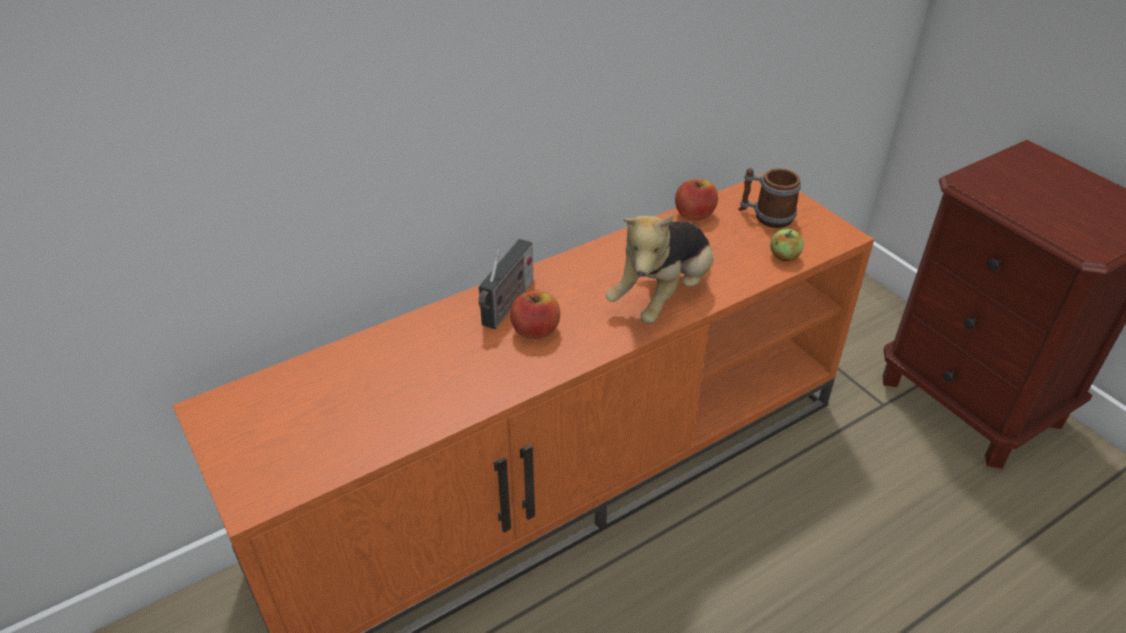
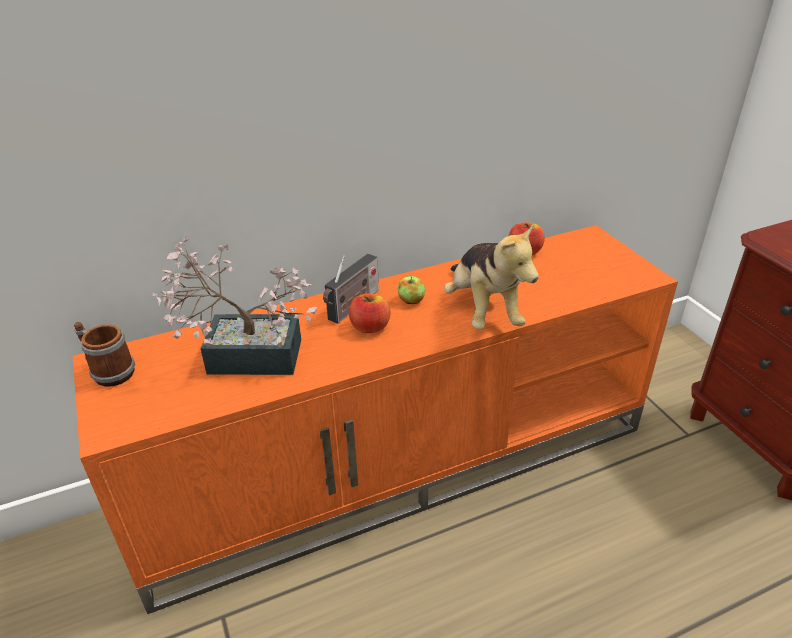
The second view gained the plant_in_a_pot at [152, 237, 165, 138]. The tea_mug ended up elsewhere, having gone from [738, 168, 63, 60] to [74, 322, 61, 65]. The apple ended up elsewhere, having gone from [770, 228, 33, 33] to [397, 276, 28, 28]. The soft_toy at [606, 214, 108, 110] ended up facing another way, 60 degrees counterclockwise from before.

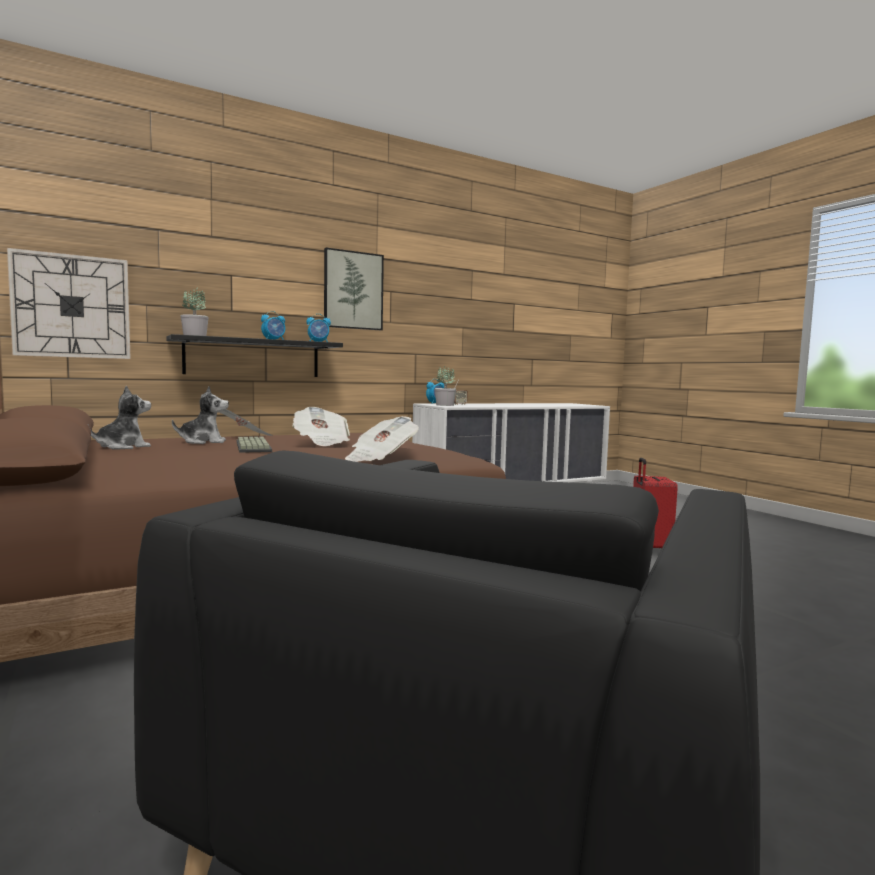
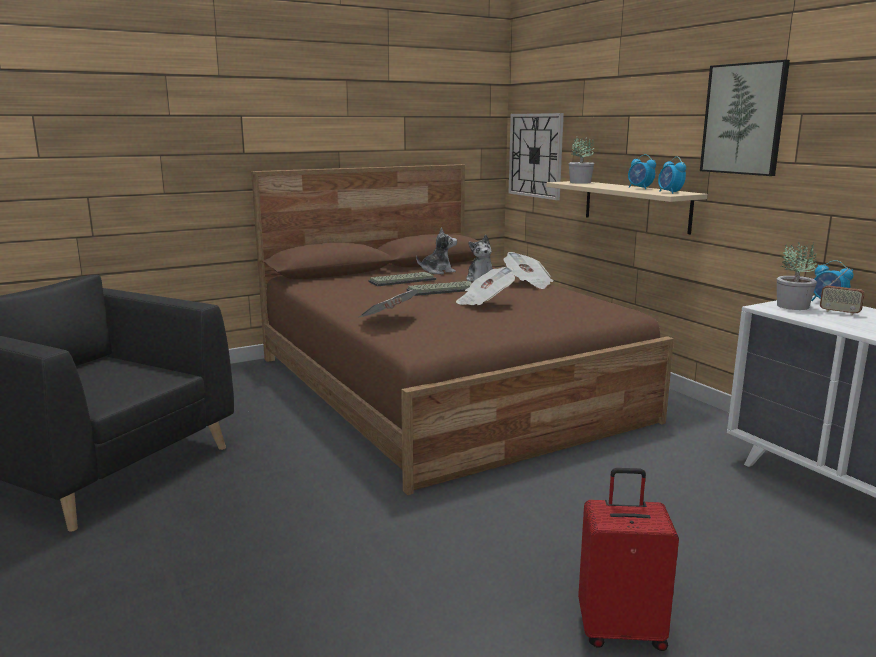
The second view gained the PC_keyboard at [368, 272, 68, 14]. What was the blackish_bracket_shelf at [166, 334, 177, 43] turned into the beige_bracket_shelf at [546, 181, 162, 53]. The soft_toy at [88, 386, 63, 64] ended up facing another way, 60 degrees counterclockwise from before.

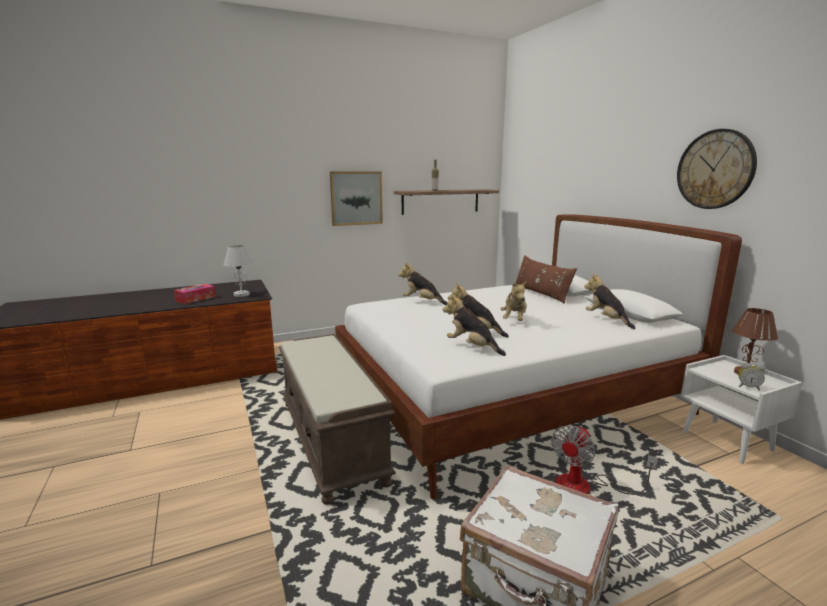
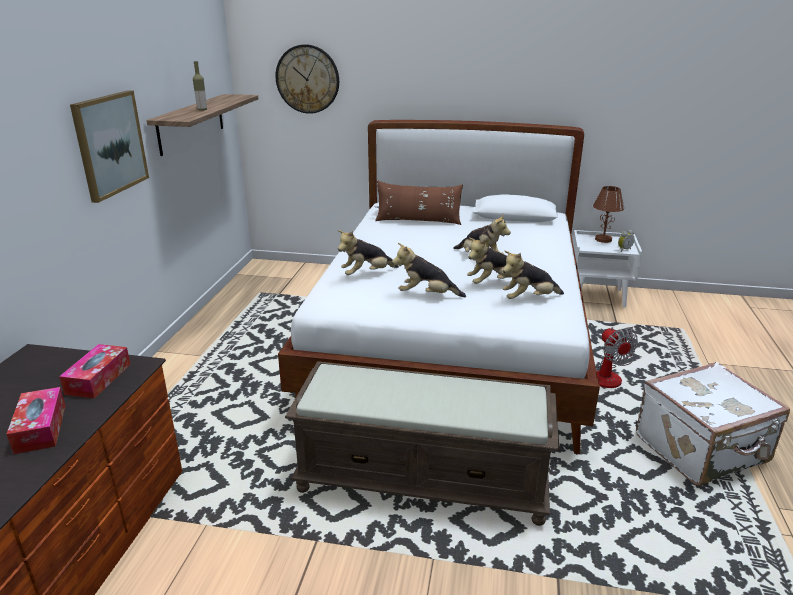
The soft_toy ended up elsewhere, having gone from [584, 273, 51, 56] to [392, 243, 74, 54]. The clock_on_the_wall ended up elsewhere, having gone from [677, 129, 80, 80] to [275, 44, 64, 70]. Where the whitish_tabletop_lamp stood at [224, 245, 29, 52], the box_of_tissues came to stand at [59, 344, 72, 55].

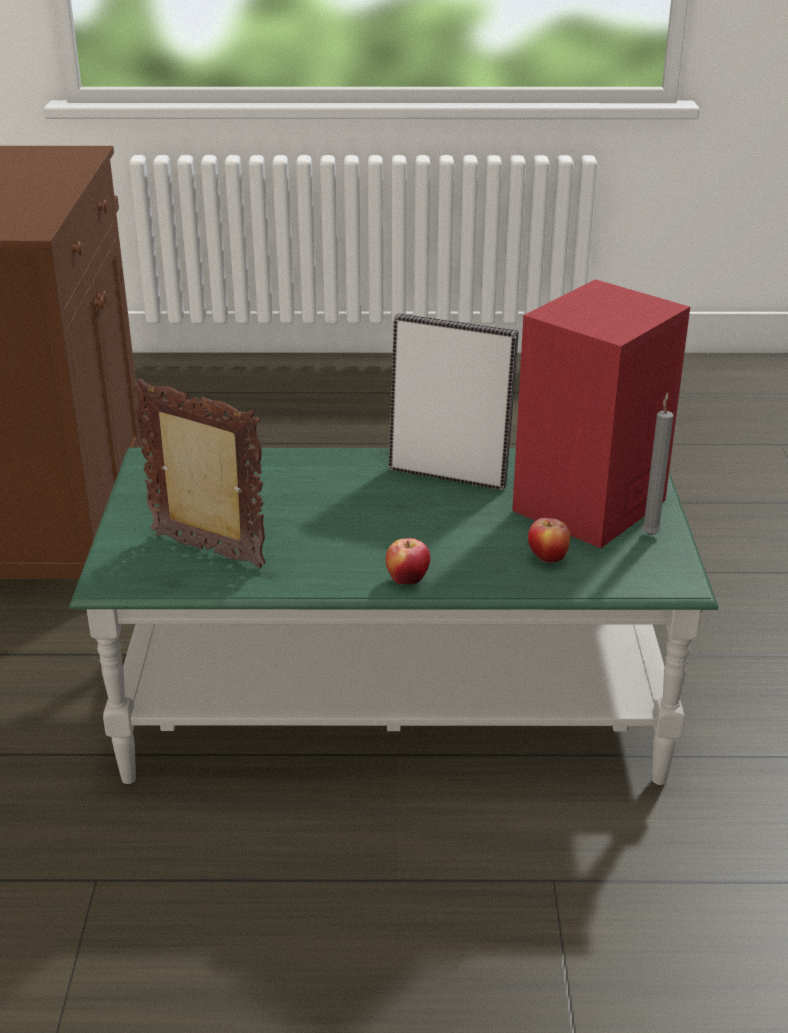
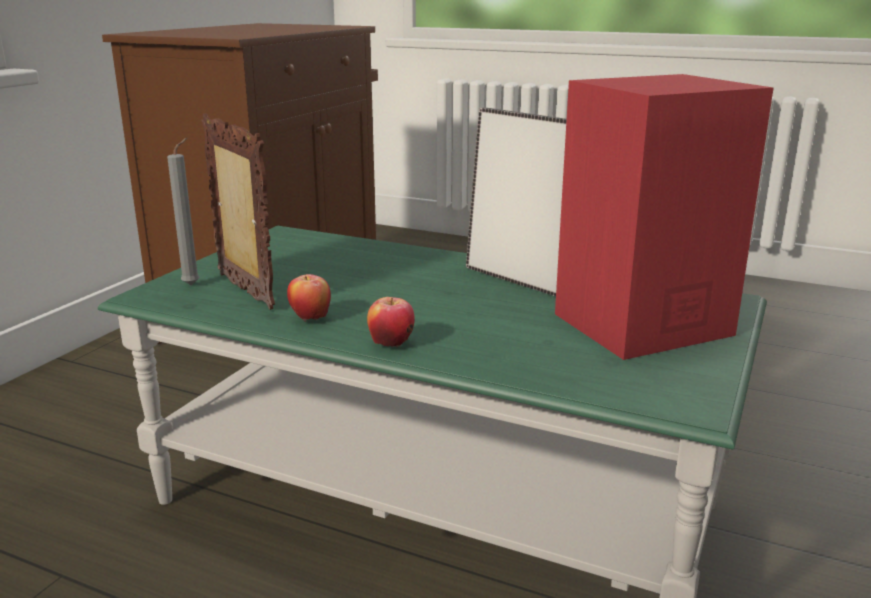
The apple ended up elsewhere, having gone from [528, 518, 42, 46] to [287, 274, 44, 48]. The grey_wax_candle ended up elsewhere, having gone from [642, 392, 32, 144] to [167, 138, 33, 147].

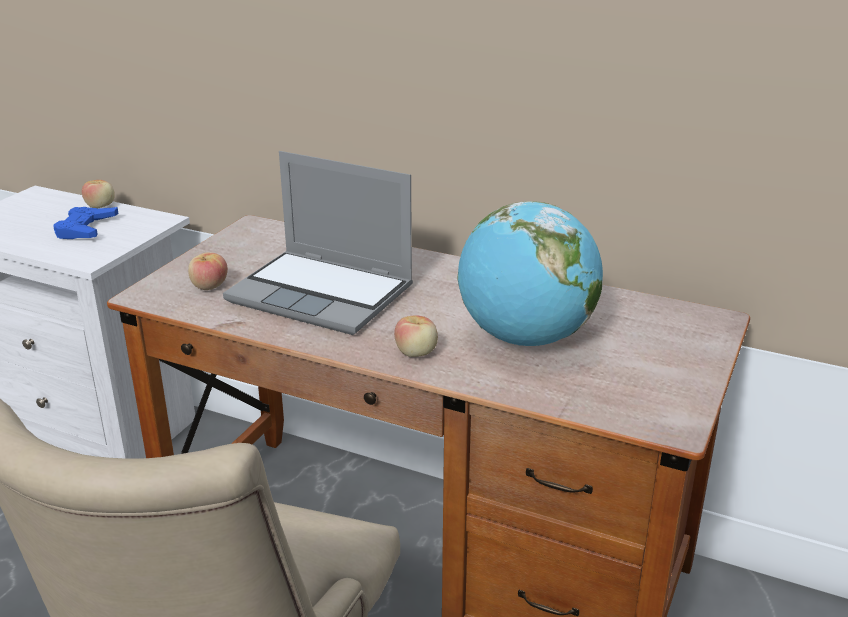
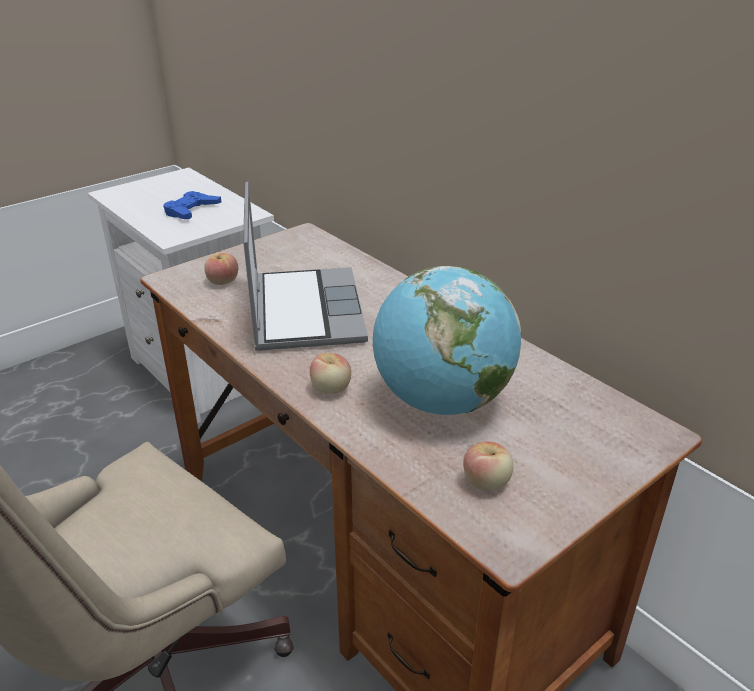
The apple ended up elsewhere, having gone from [82, 180, 33, 28] to [463, 441, 50, 50]. The notebook_computer at [223, 151, 190, 184] ended up facing another way, 150 degrees counterclockwise from before.

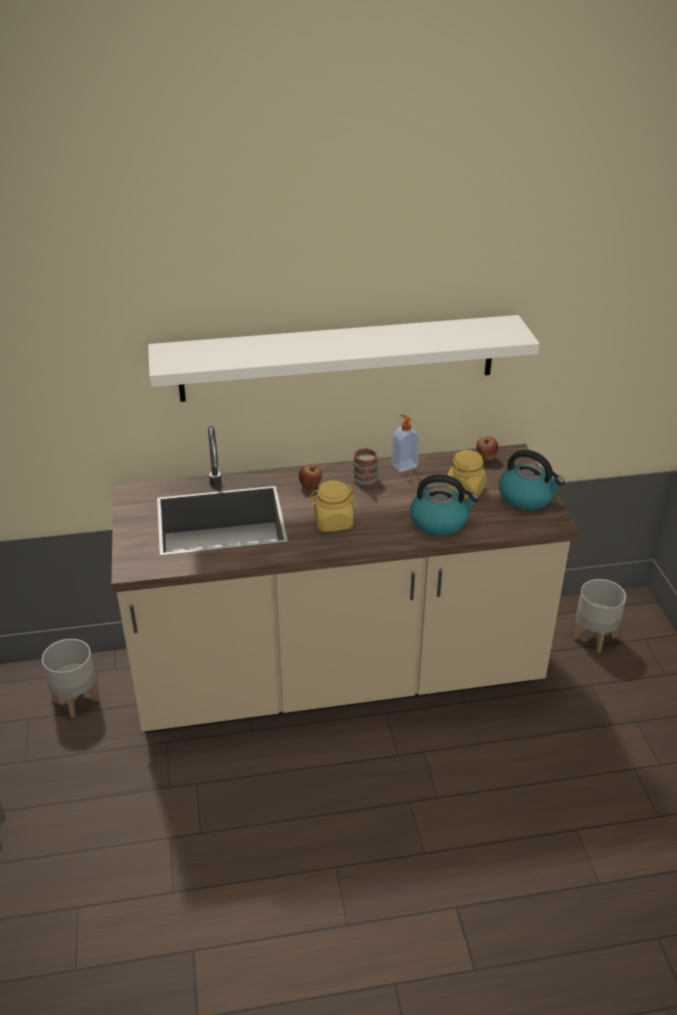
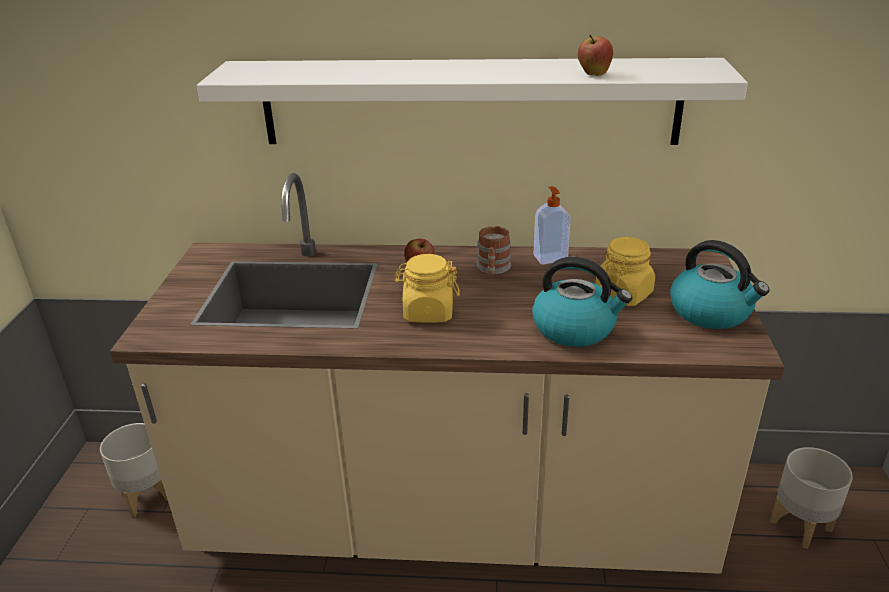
The apple ended up elsewhere, having gone from [476, 436, 23, 24] to [578, 35, 35, 41].

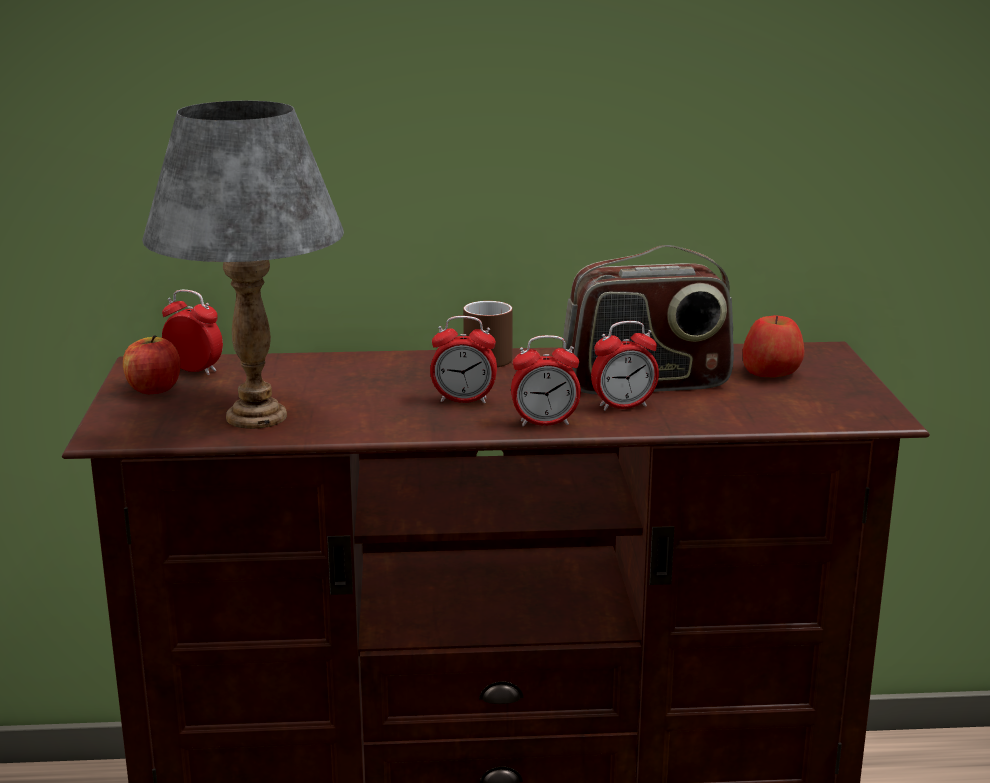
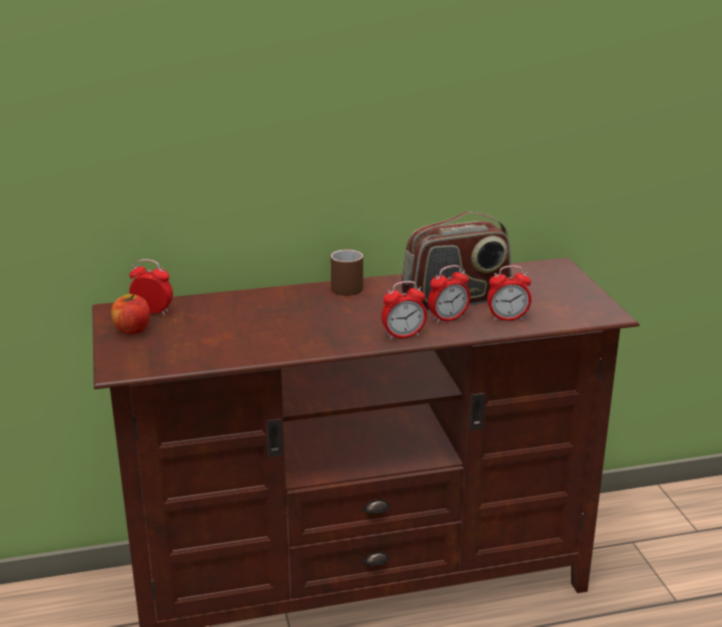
The second view lost the grey_tabletop_lamp at [142, 101, 202, 328]. The second view lost the apple at [743, 315, 62, 63]. The bedside_clock ended up elsewhere, having gone from [430, 316, 67, 87] to [487, 265, 44, 56].

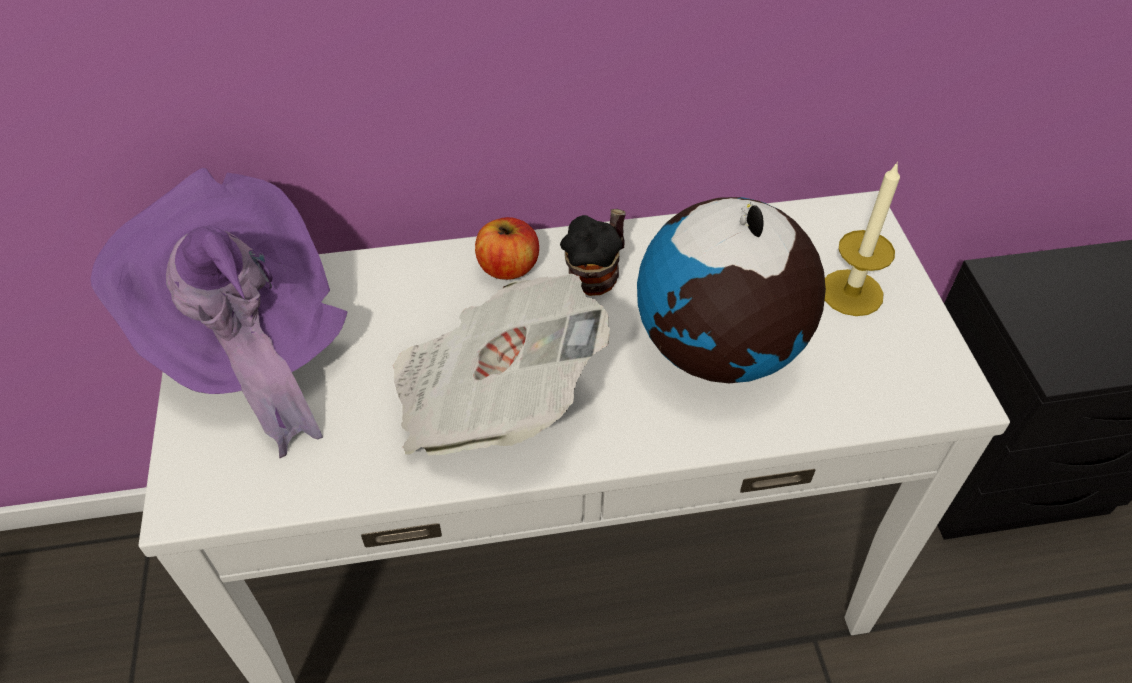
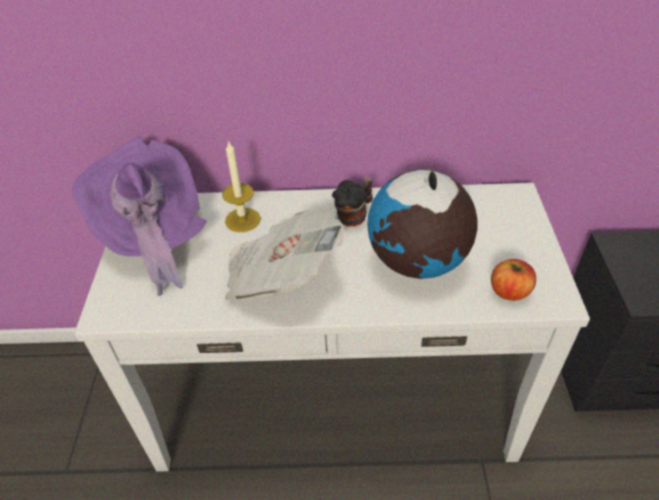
The apple ended up elsewhere, having gone from [475, 217, 64, 63] to [491, 259, 45, 42]. The wax_candle ended up elsewhere, having gone from [824, 161, 76, 155] to [222, 140, 39, 92].

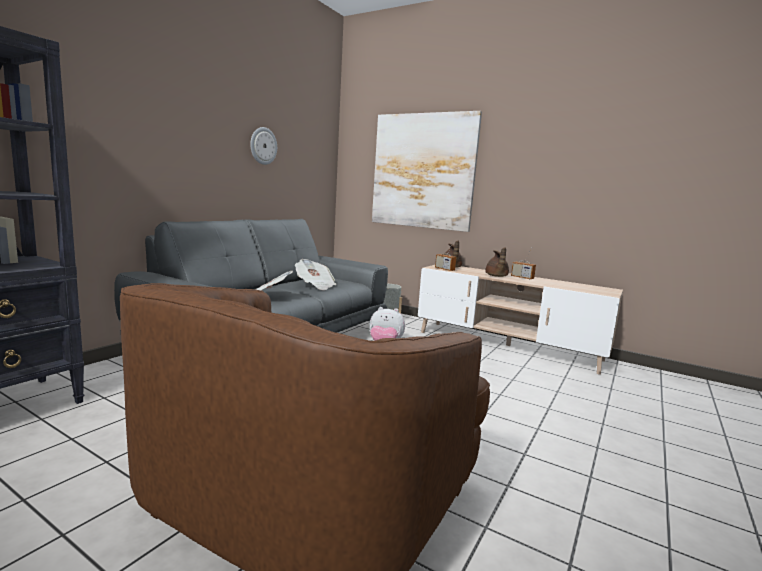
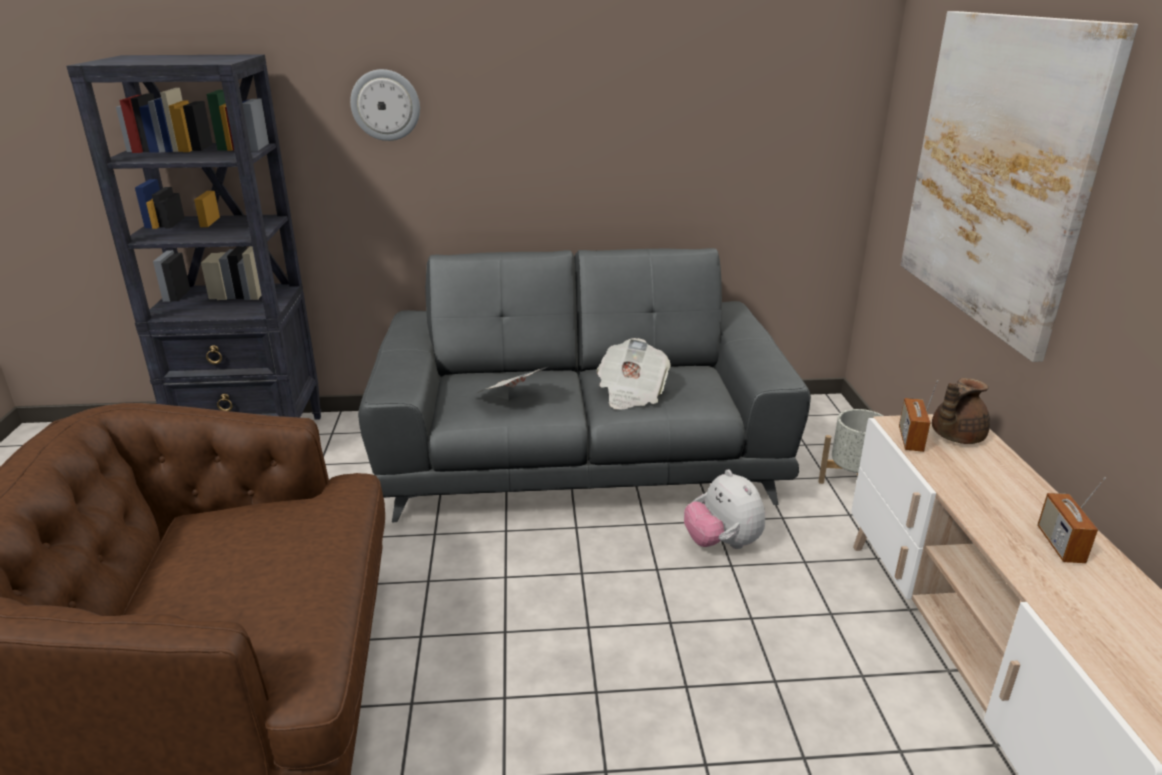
The second view lost the brown_teapot at [485, 247, 24, 30]. The clock_on_the_wall ended up elsewhere, having gone from [250, 127, 27, 38] to [350, 69, 70, 72].

